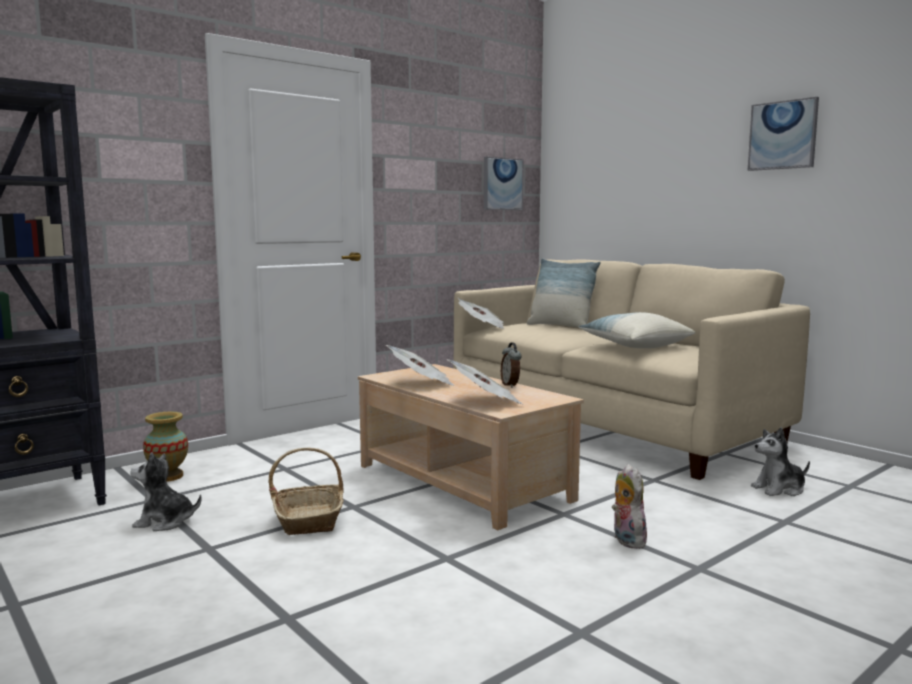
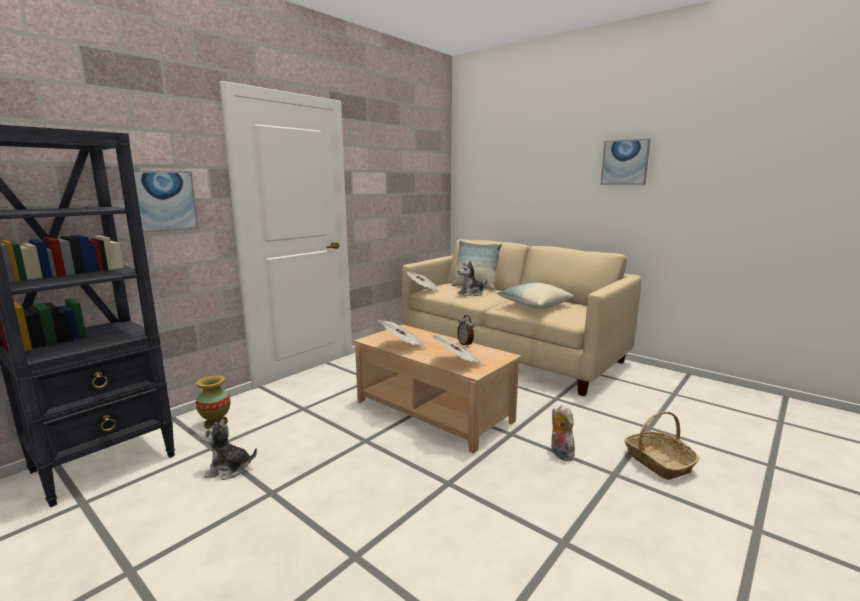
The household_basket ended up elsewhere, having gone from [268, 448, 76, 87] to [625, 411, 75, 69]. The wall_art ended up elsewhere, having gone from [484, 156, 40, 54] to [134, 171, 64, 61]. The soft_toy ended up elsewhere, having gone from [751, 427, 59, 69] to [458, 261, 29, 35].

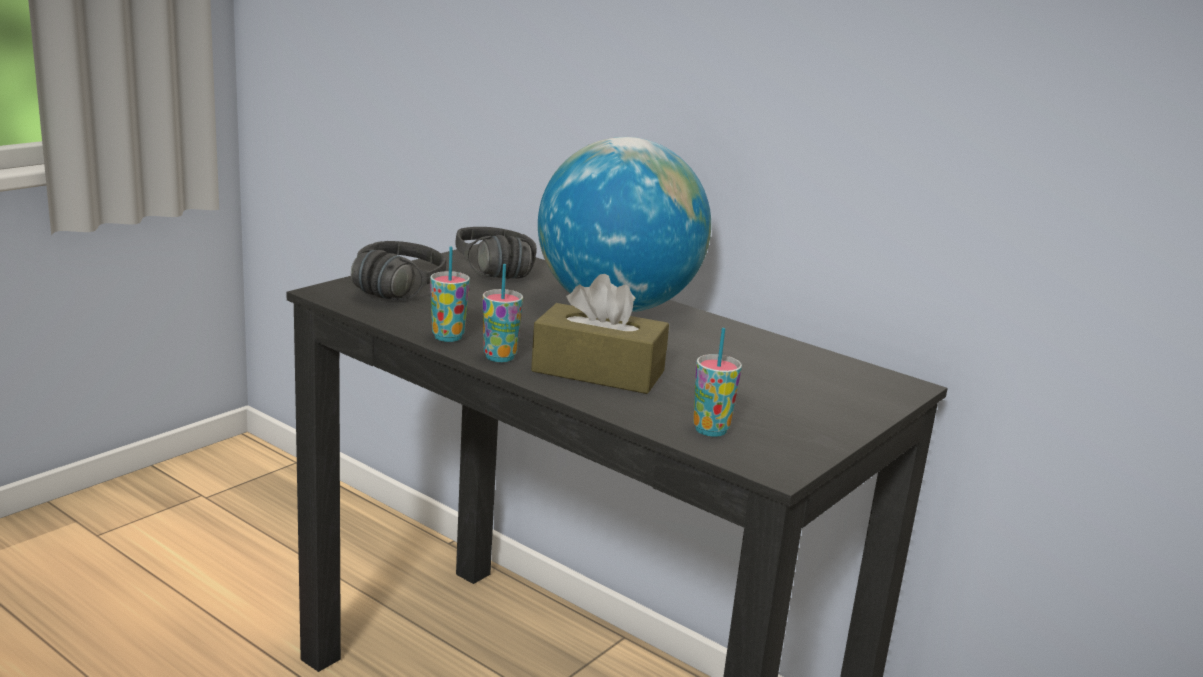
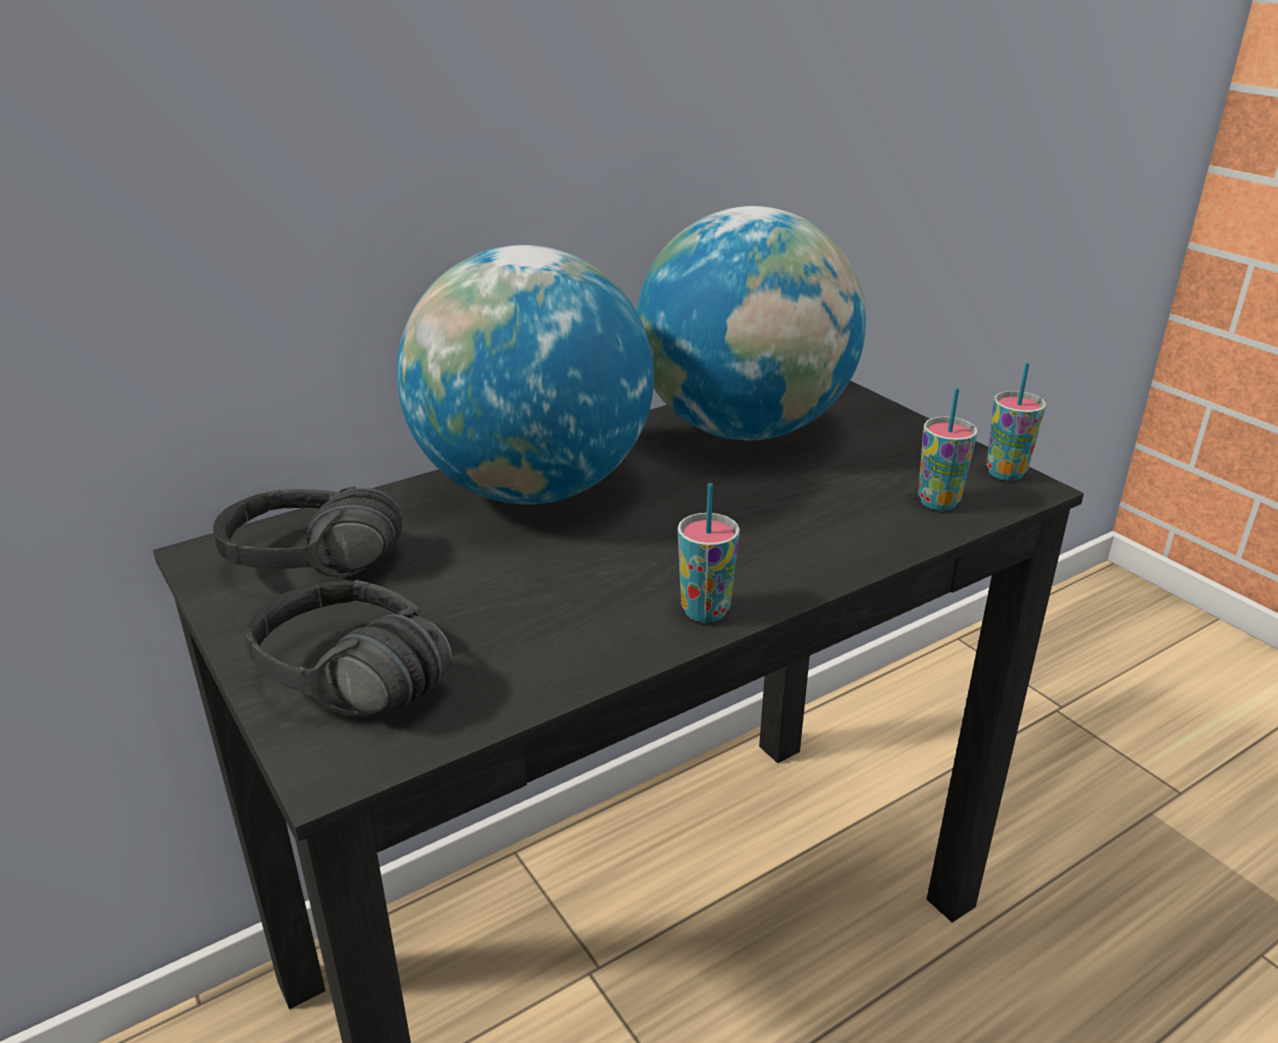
The second view lost the brown_box_of_tissues at [531, 274, 138, 120]. The second view gained the desk_globe at [637, 206, 229, 234]. The small_cup ended up elsewhere, having gone from [430, 247, 40, 95] to [986, 363, 60, 118].

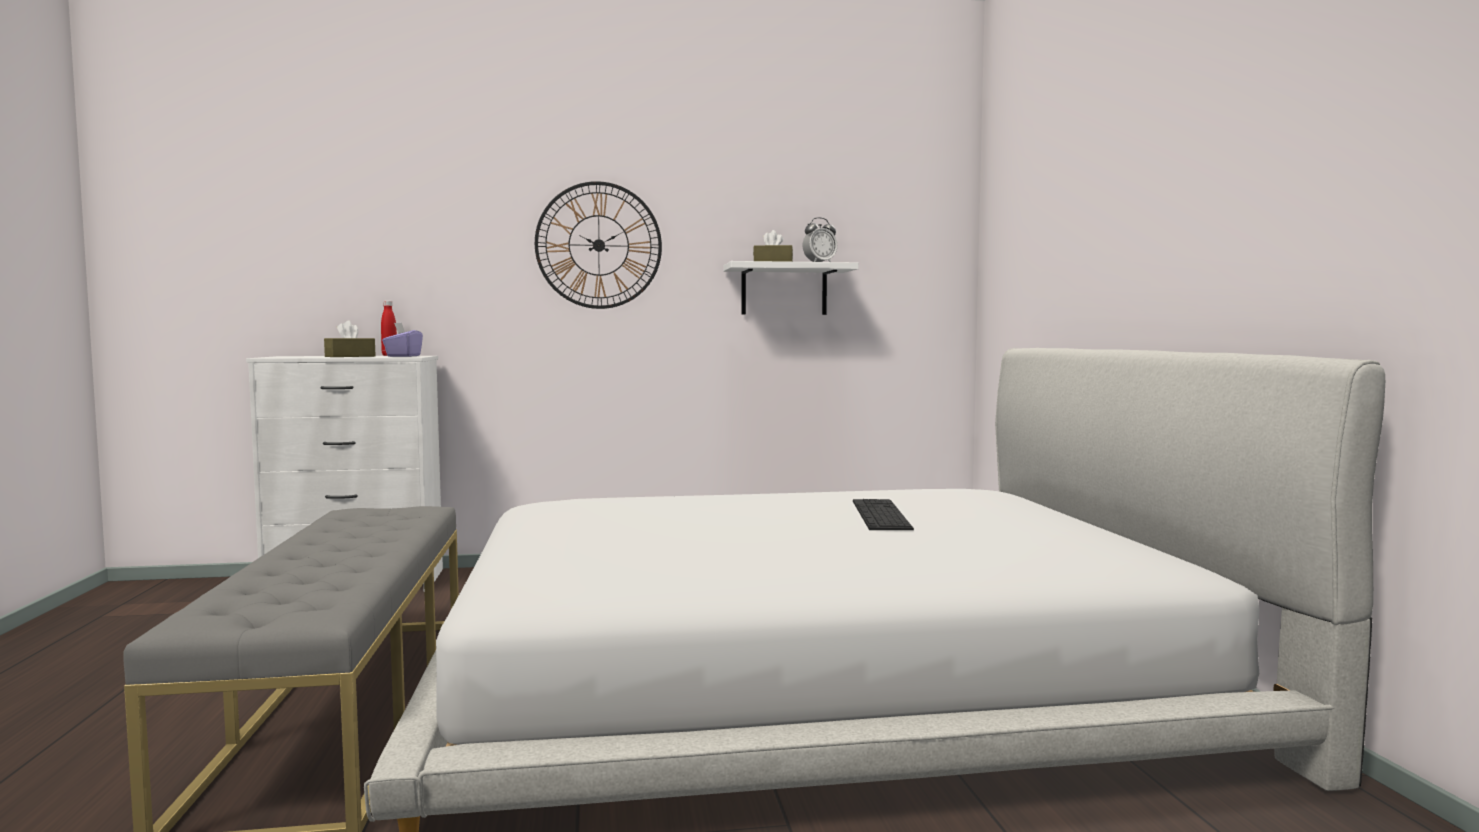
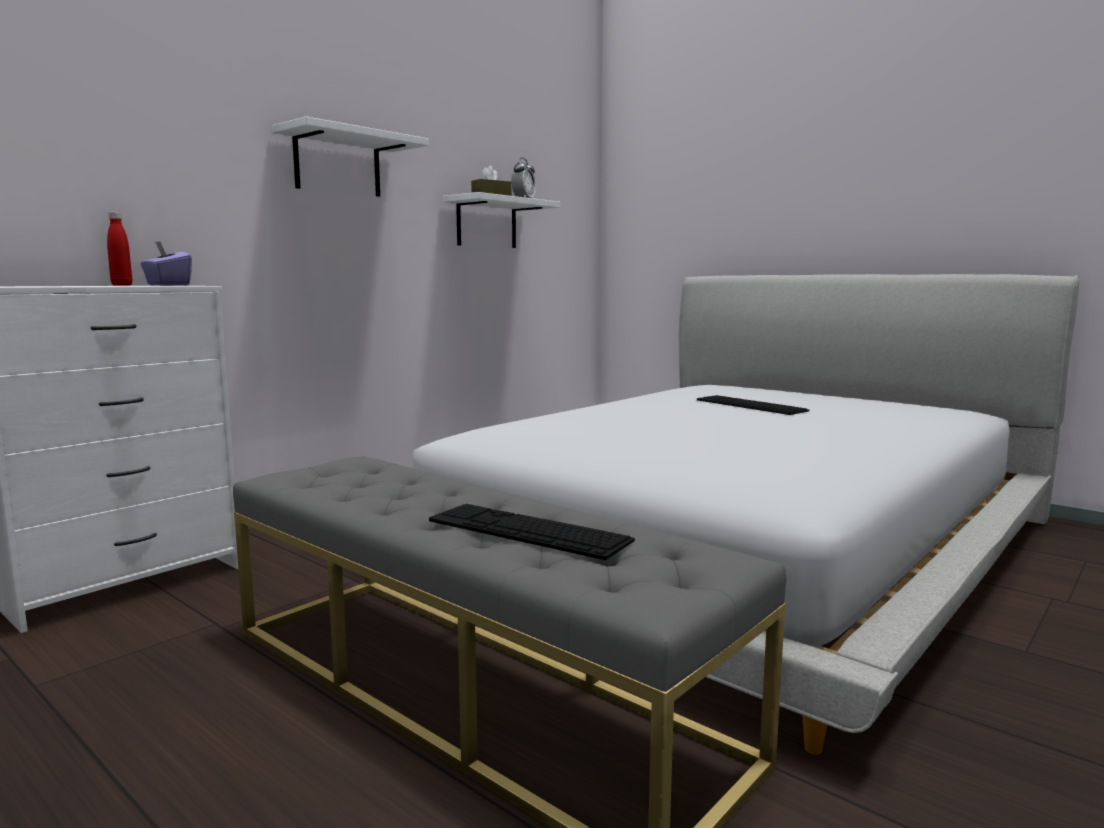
The second view lost the brown_box_of_tissues at [324, 320, 52, 37]. The second view gained the PC_keyboard at [429, 504, 206, 56]. Where the clock_on_the_wall hung at [535, 181, 127, 128], the whitish_bracket_shelf came to hang at [272, 116, 157, 81].

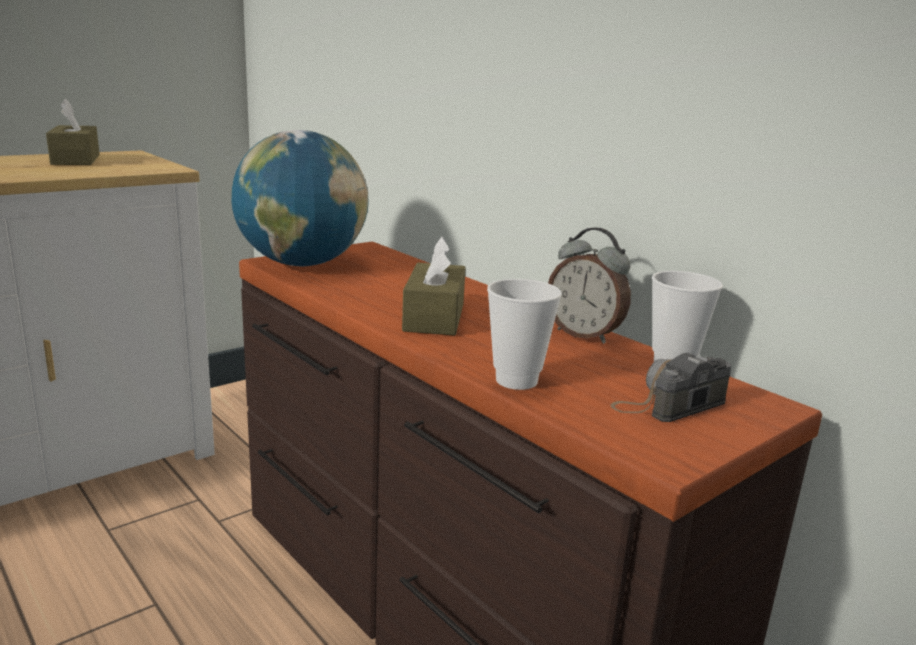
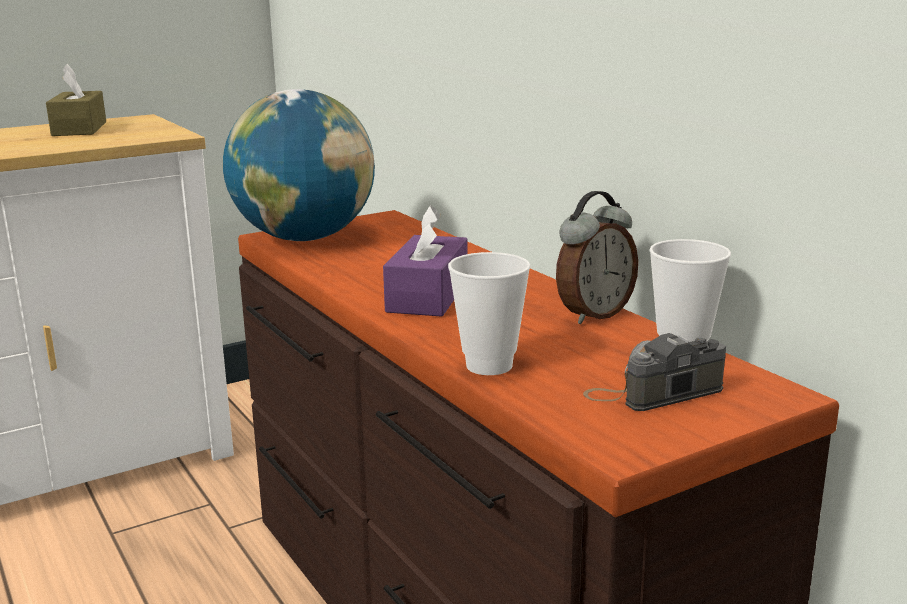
What was the brown_box_of_tissues at [402, 236, 64, 100] turned into the purplish_box_of_tissues at [383, 205, 85, 112]. The bedside_clock at [548, 228, 83, 116] ended up facing another way, 90 degrees counterclockwise from before.

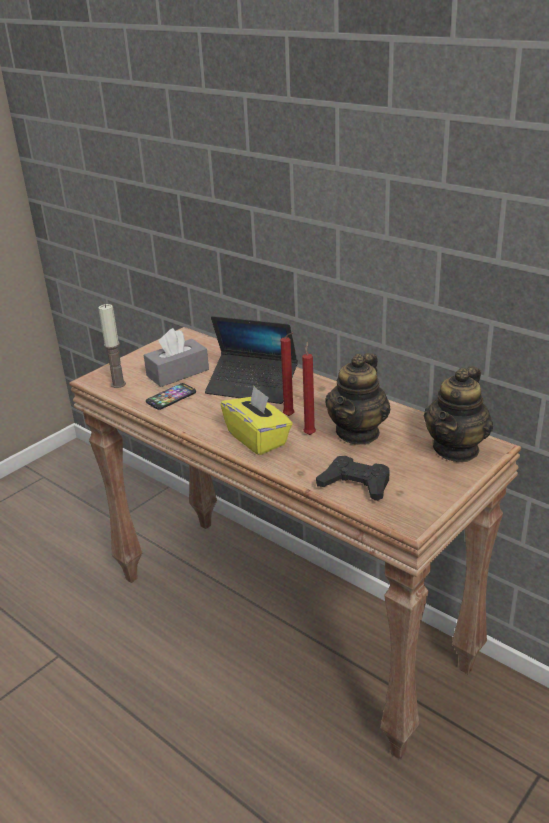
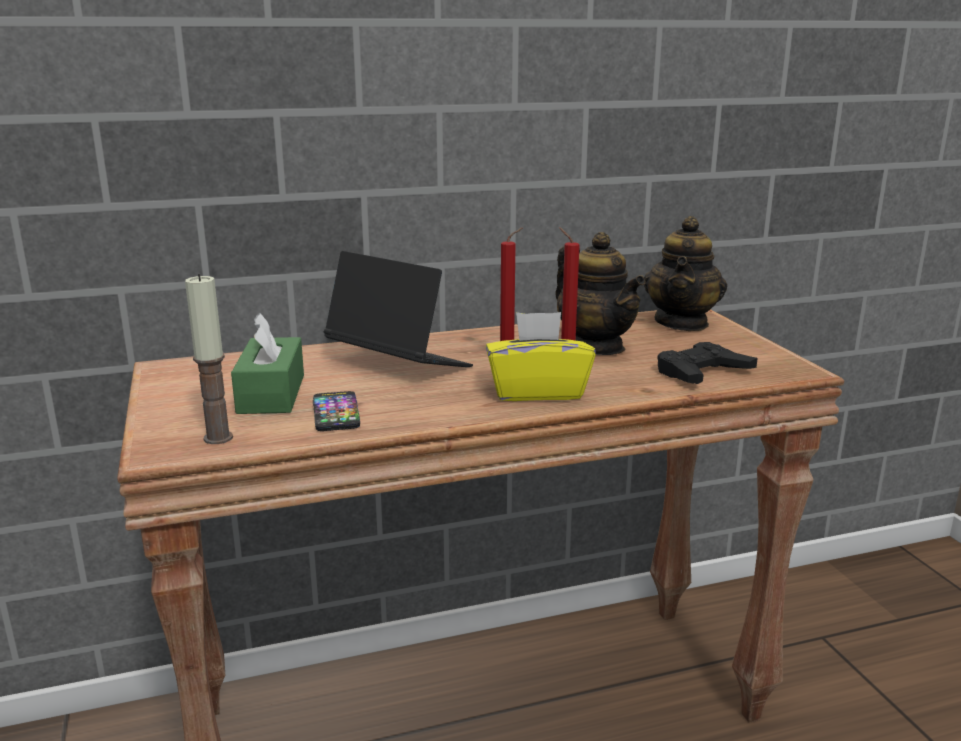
What was the grey_box_of_tissues at [144, 328, 65, 59] turned into the green_box_of_tissues at [231, 313, 73, 101]. The notebook_computer at [205, 316, 93, 88] ended up facing another way, 105 degrees counterclockwise from before. The teapot at [424, 366, 69, 96] ended up facing another way, 45 degrees clockwise from before.

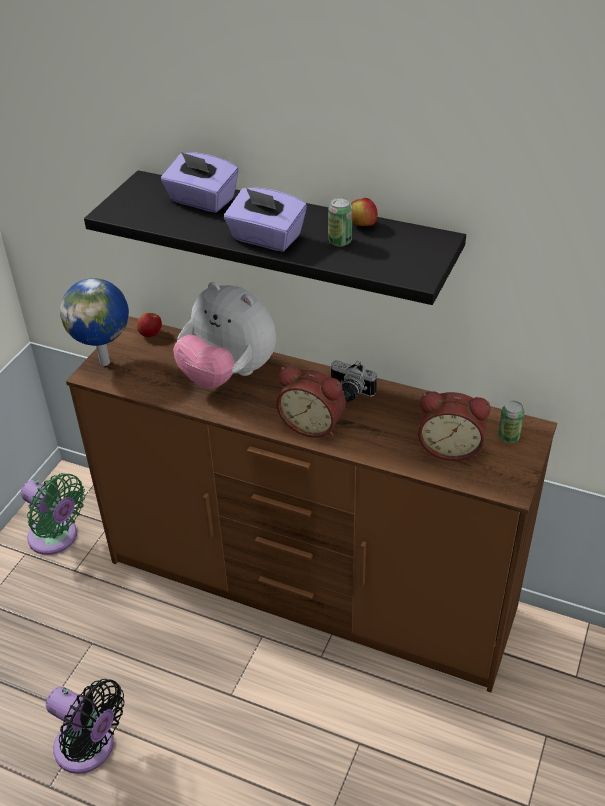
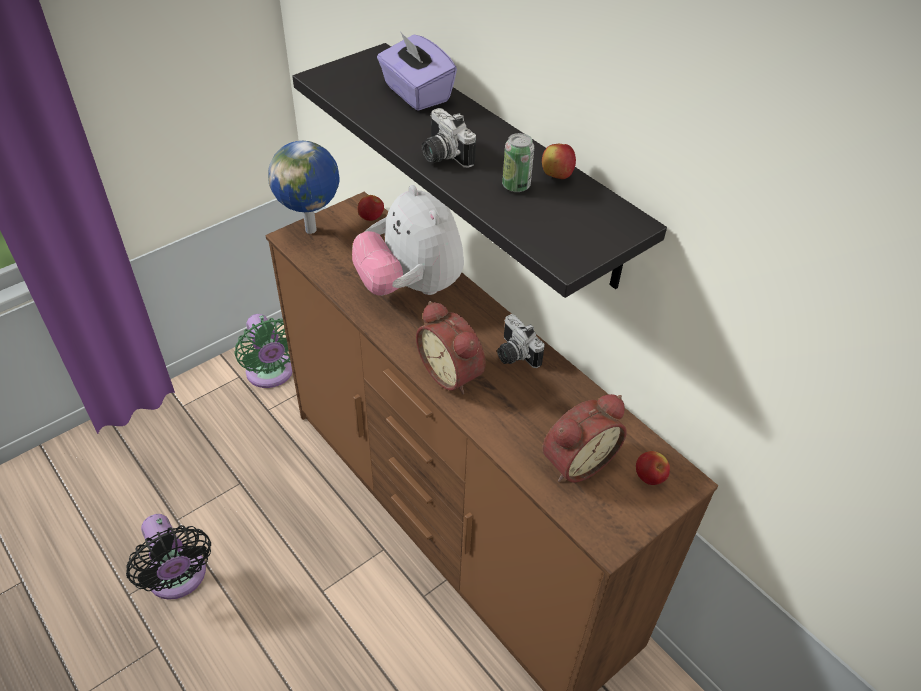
Where the purplish_box_of_tissues stood at [224, 187, 83, 65], the photo_camera came to stand at [422, 108, 54, 60]. Where the can stood at [498, 401, 26, 42], the apple came to stand at [636, 451, 34, 34]. The bedside_clock at [418, 391, 72, 70] ended up facing another way, 75 degrees counterclockwise from before.

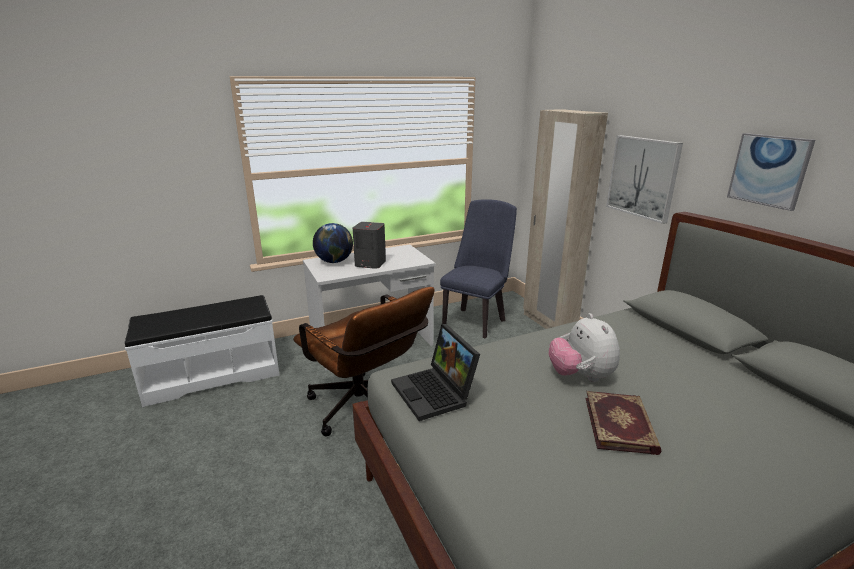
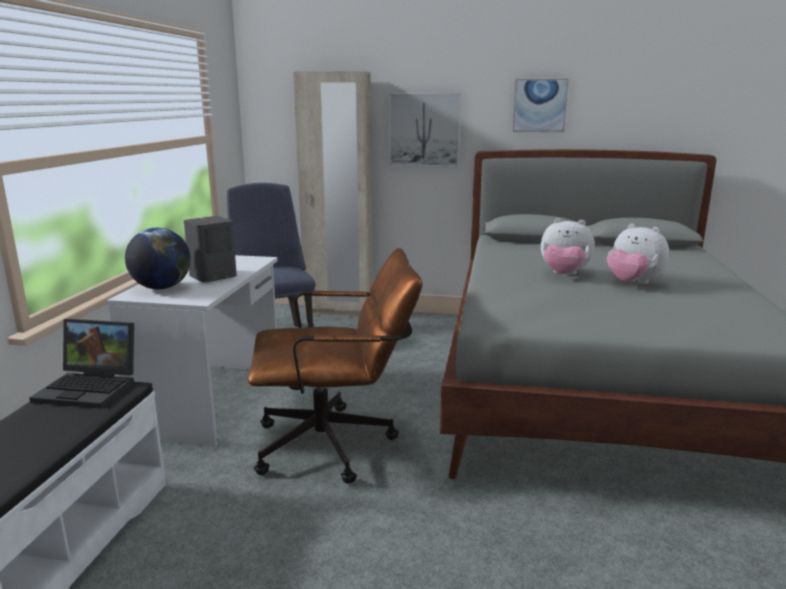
The notebook_computer ended up elsewhere, having gone from [391, 324, 89, 97] to [29, 319, 105, 89]. Where the volume stood at [586, 391, 76, 64], the soft_toy came to stand at [607, 224, 62, 60].

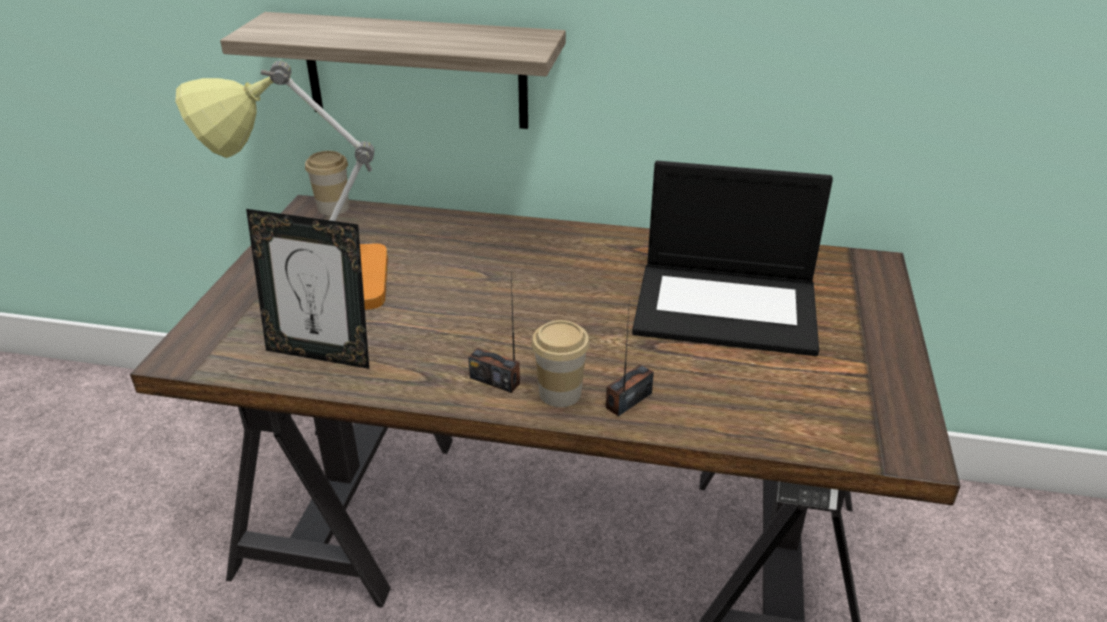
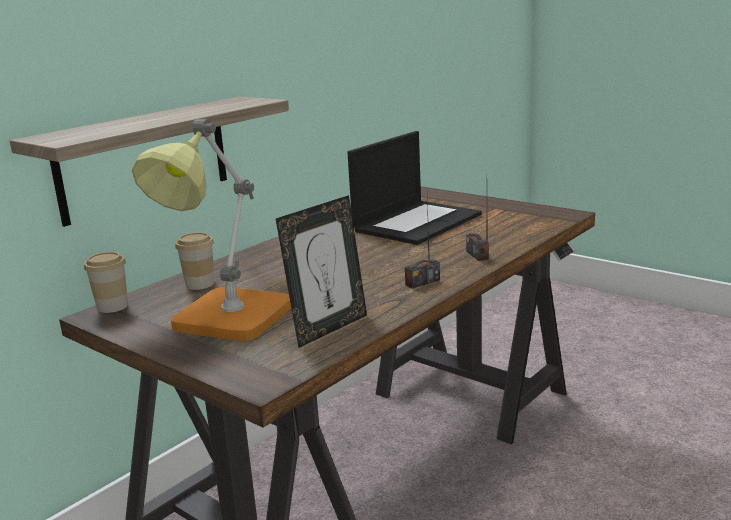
The small_cup ended up elsewhere, having gone from [531, 320, 59, 87] to [175, 232, 39, 58].

